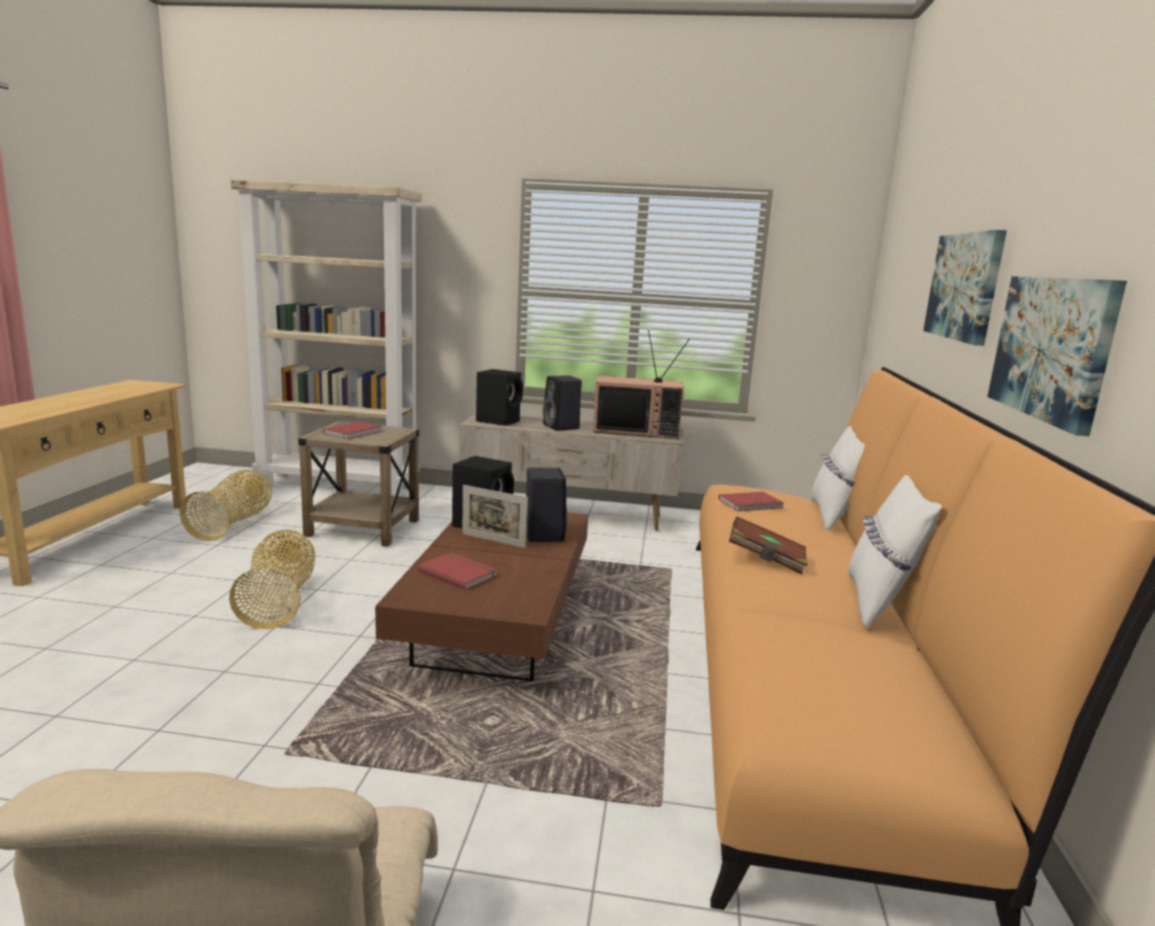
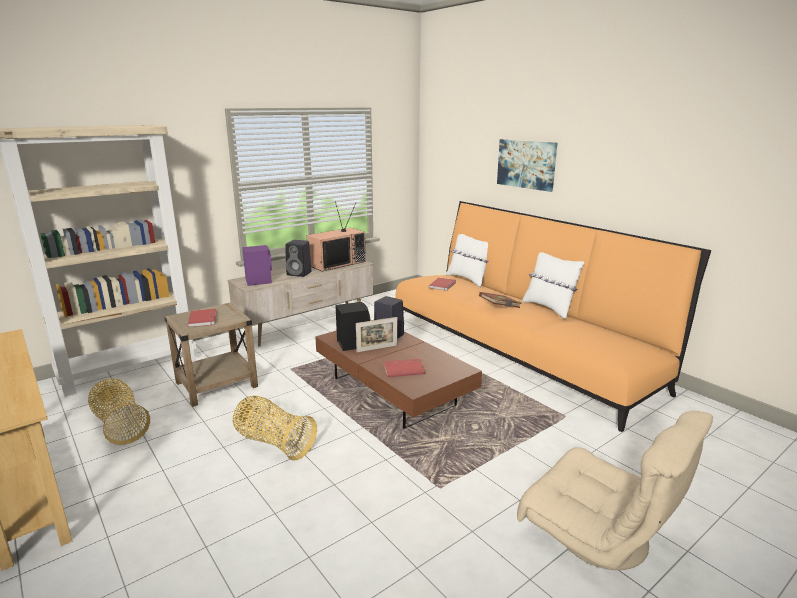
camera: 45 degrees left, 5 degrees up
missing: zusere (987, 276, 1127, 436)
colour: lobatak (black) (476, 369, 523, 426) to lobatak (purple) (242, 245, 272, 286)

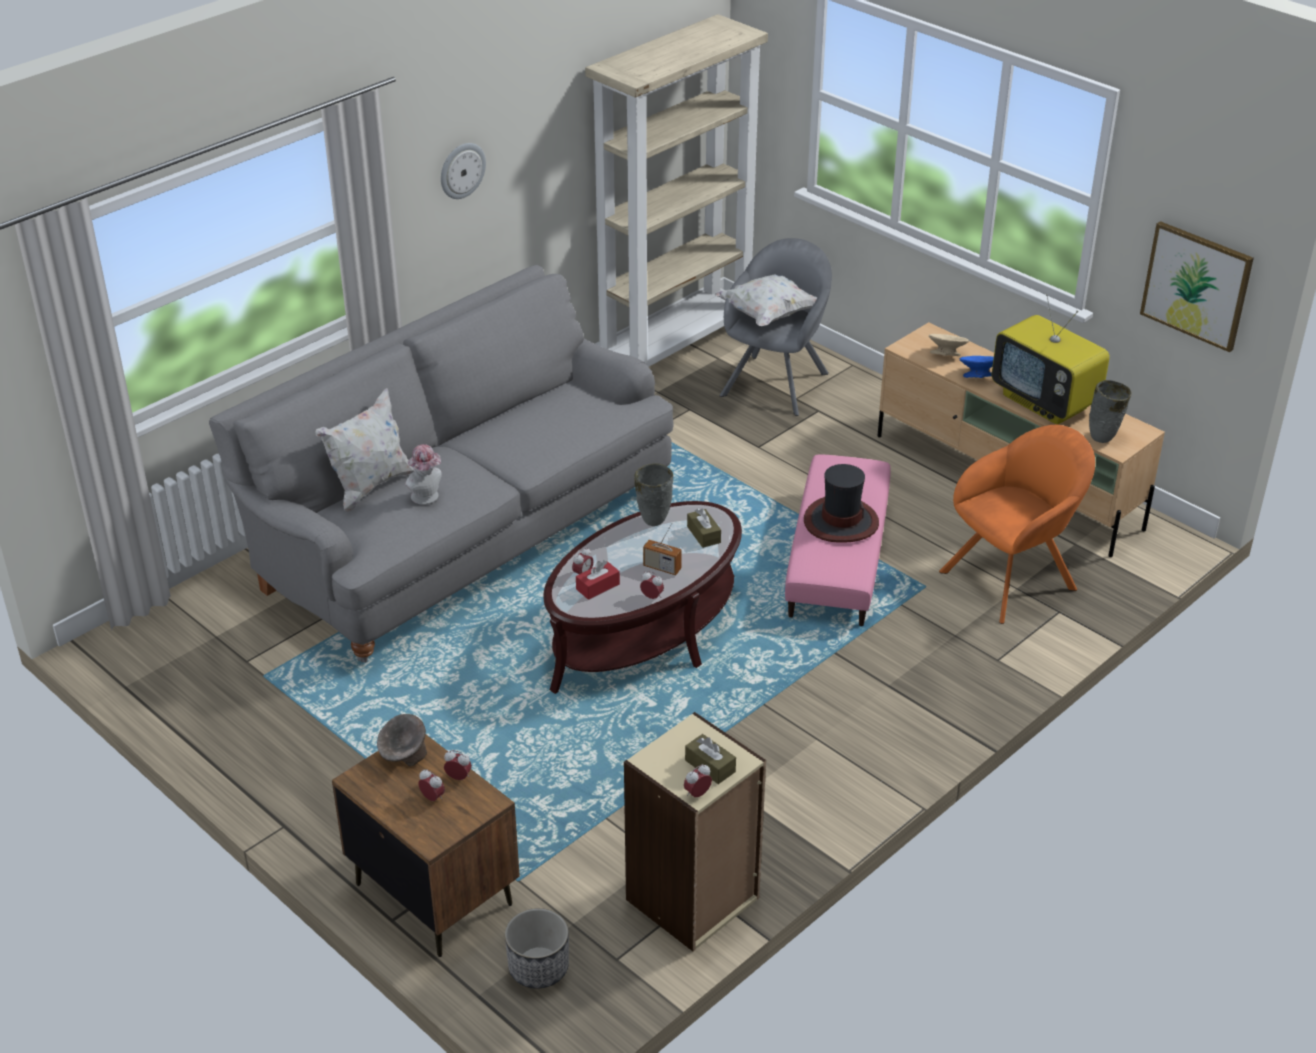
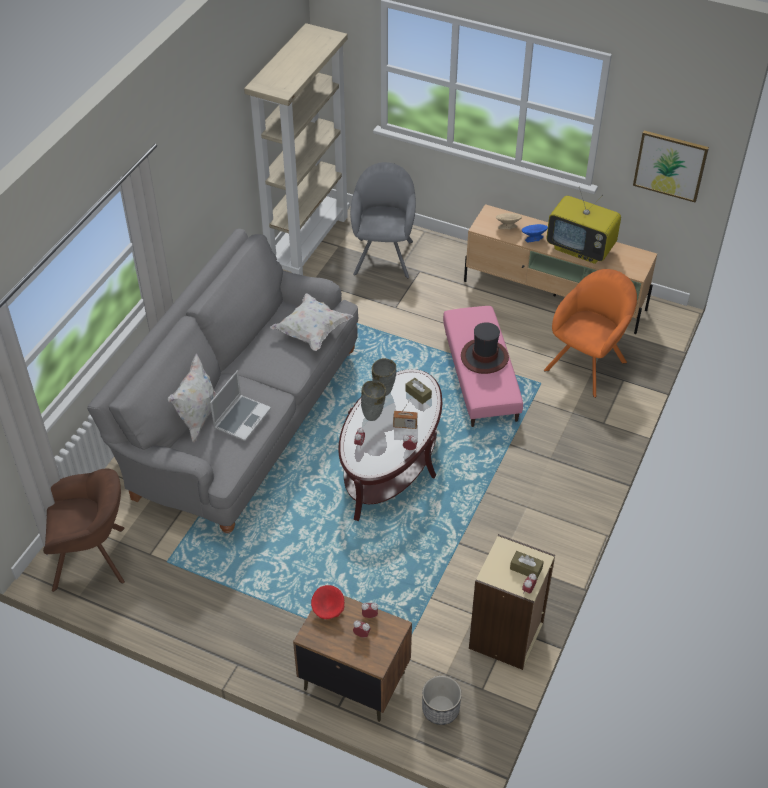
camera: 20 degrees left, 10 degrees up
missing: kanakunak (441, 143, 486, 199); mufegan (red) (576, 560, 620, 600)
appeared: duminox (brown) (43, 468, 125, 592)
relocated: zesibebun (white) (714, 274, 817, 326) to (270, 293, 353, 351); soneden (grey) (1089, 380, 1132, 443) to (361, 381, 386, 421)
exchanged: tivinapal (405, 444, 442, 505) to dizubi (210, 370, 271, 441)
colour: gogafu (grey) (377, 714, 427, 766) to gogafu (red) (311, 585, 344, 619)

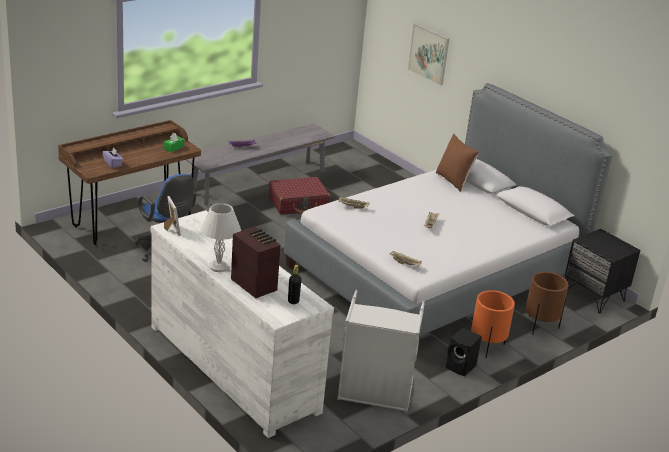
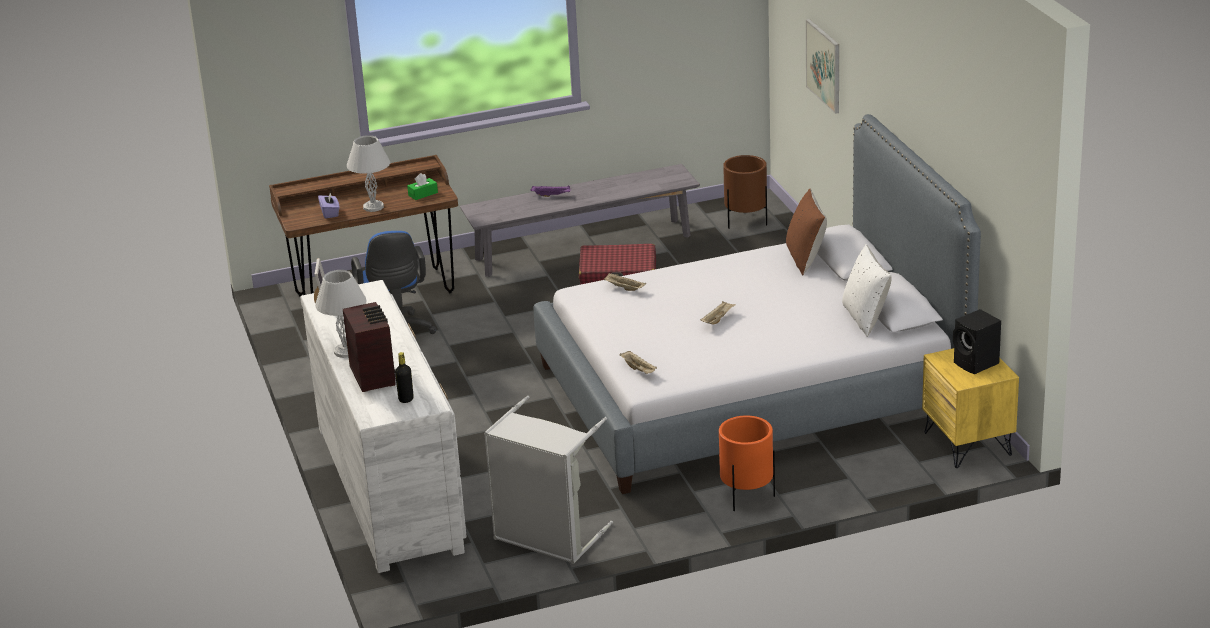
camera: 25 degrees right, 0 degrees up
appeared: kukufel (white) (347, 135, 390, 212); zesibebun (white) (842, 244, 892, 337)
relocated: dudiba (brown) (526, 272, 569, 335) to (723, 155, 767, 229); lobatak (black) (446, 327, 482, 376) to (953, 309, 1001, 374)
colour: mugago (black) (565, 229, 640, 313) to mugago (yellow) (922, 348, 1019, 468)

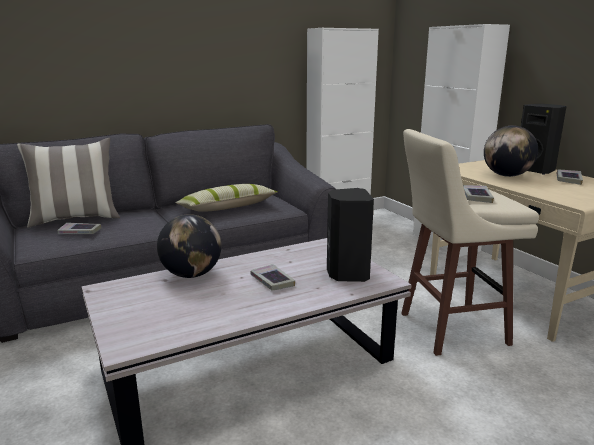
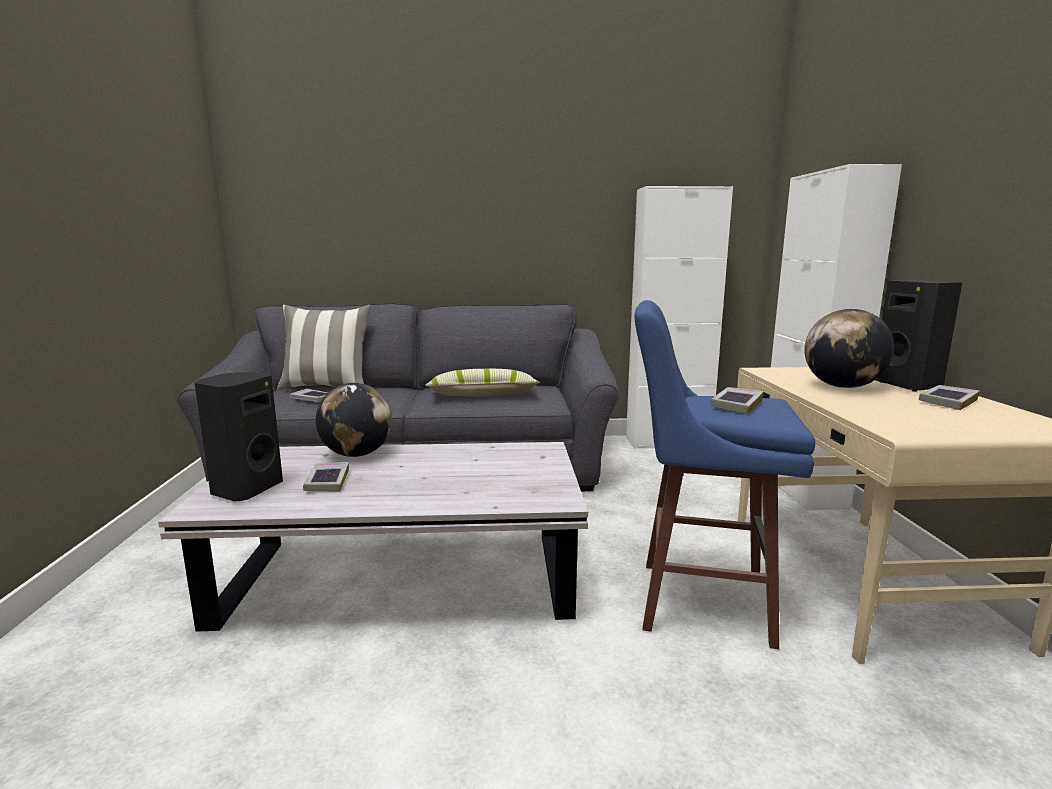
camera: 25 degrees right, 5 degrees down
relocated: lobatak (black) (327, 188, 374, 282) to (195, 372, 283, 502); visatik (251, 264, 295, 291) to (303, 462, 349, 492)
colour: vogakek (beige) (401, 129, 539, 356) to vogakek (blue) (634, 300, 816, 649)

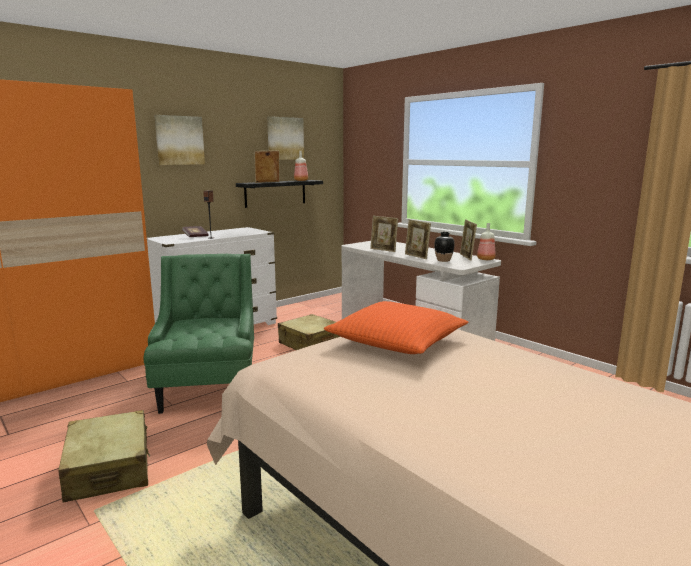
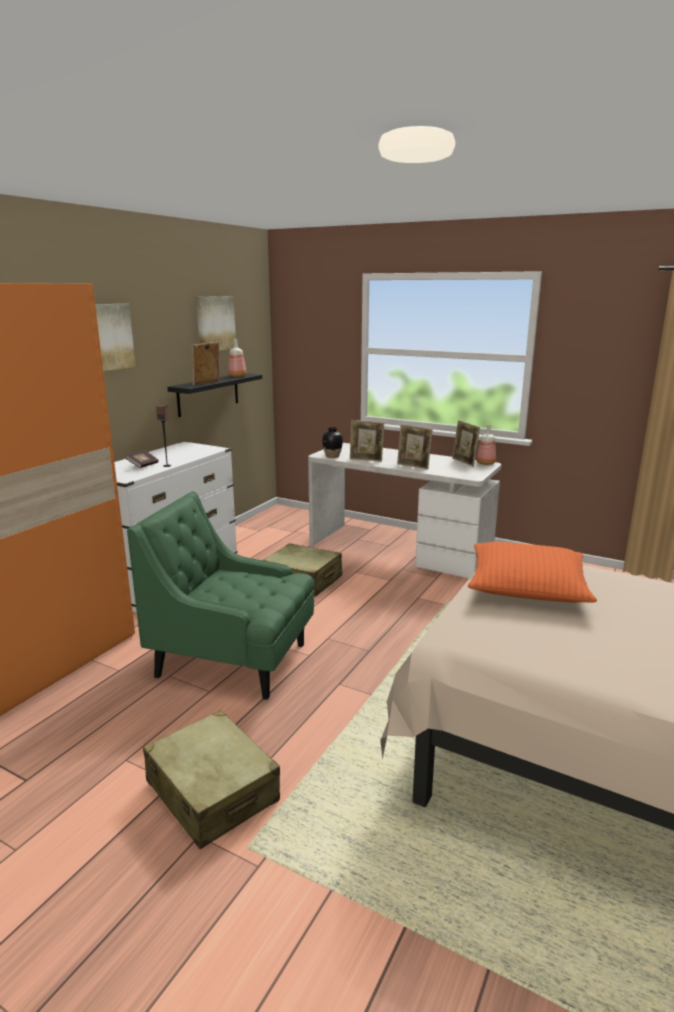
camera: 20 degrees left, 5 degrees up
relocated: soneden (black) (434, 232, 455, 262) to (322, 427, 343, 458)
spun: duminox (green) (144, 254, 254, 414) = (127, 492, 314, 700) 45 degrees counterclockwise

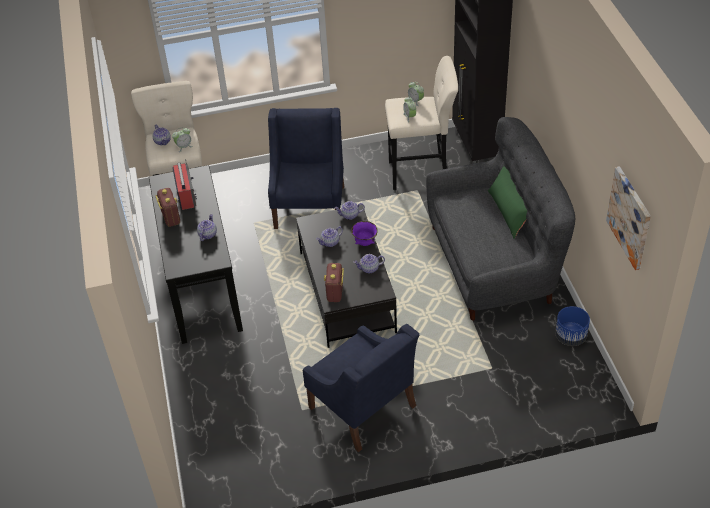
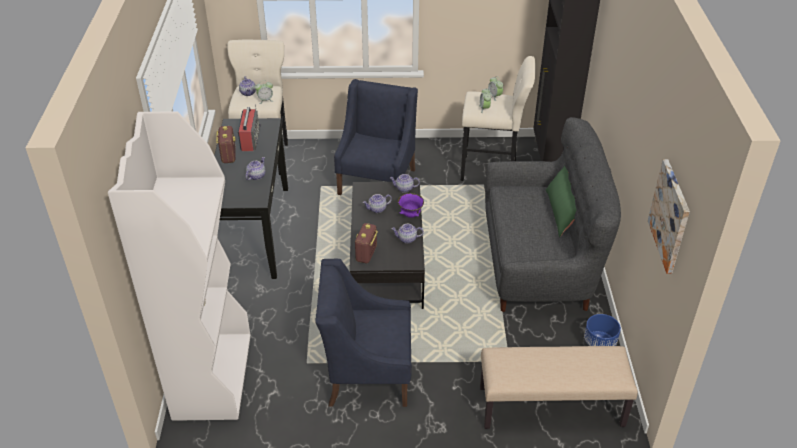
camera: 10 degrees right, 5 degrees down
appeared: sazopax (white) (108, 111, 251, 421); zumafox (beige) (480, 346, 638, 429)
spun: duminox (blue) (303, 324, 419, 452) = (315, 259, 412, 407) 120 degrees clockwise

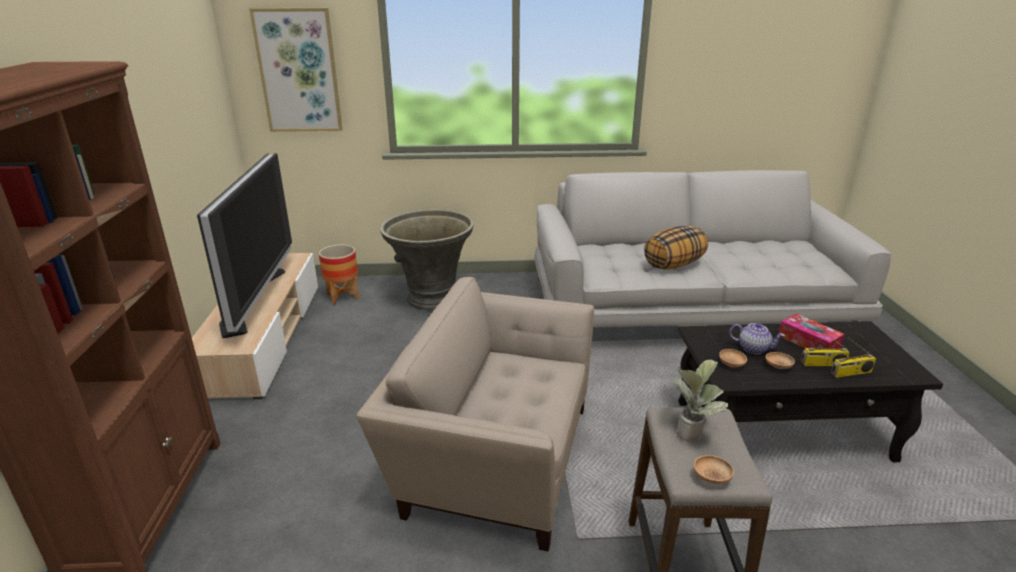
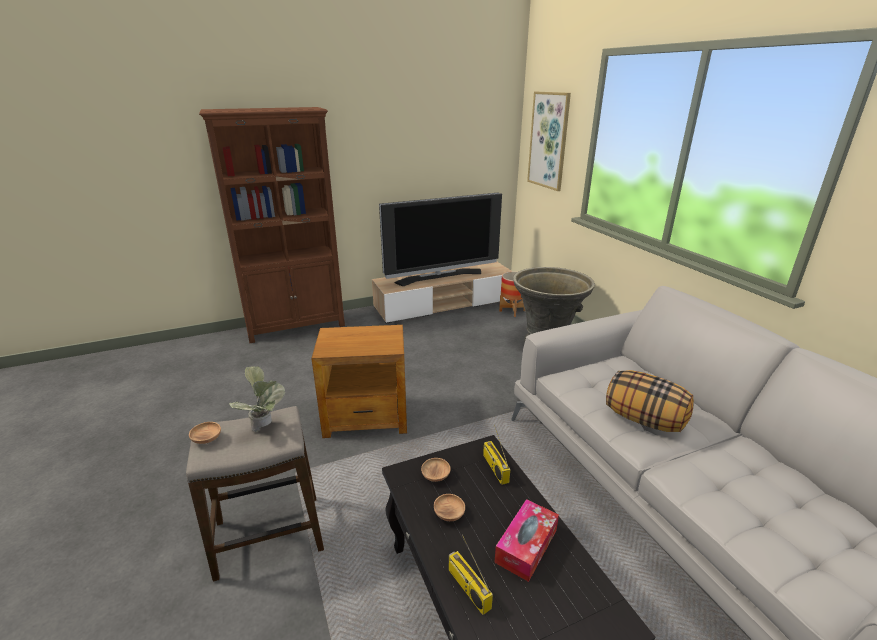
camera: 70 degrees right, 0 degrees up
missing: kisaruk (729, 323, 785, 354)
relocated: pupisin (801, 327, 850, 366) to (483, 425, 510, 485)
exchanged: duminox (beige) (356, 277, 594, 551) to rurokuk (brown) (311, 325, 407, 438)

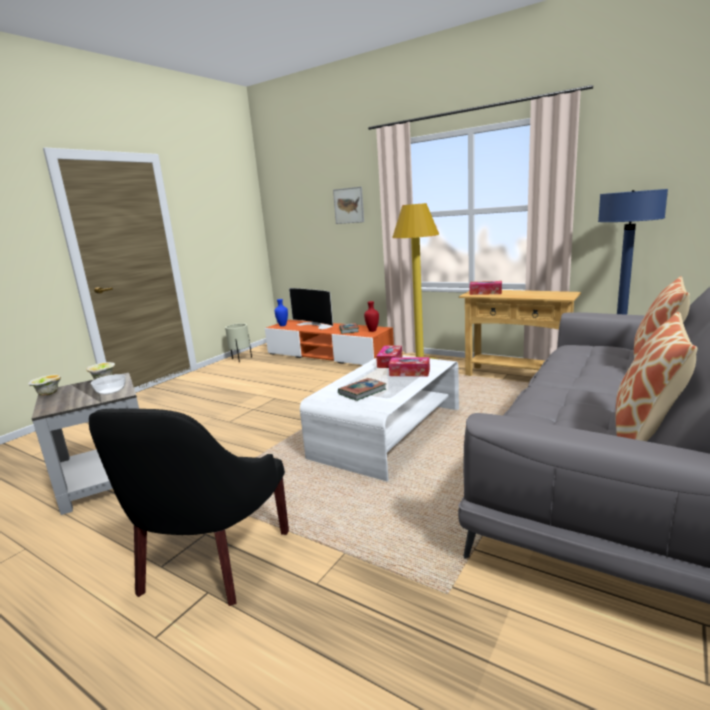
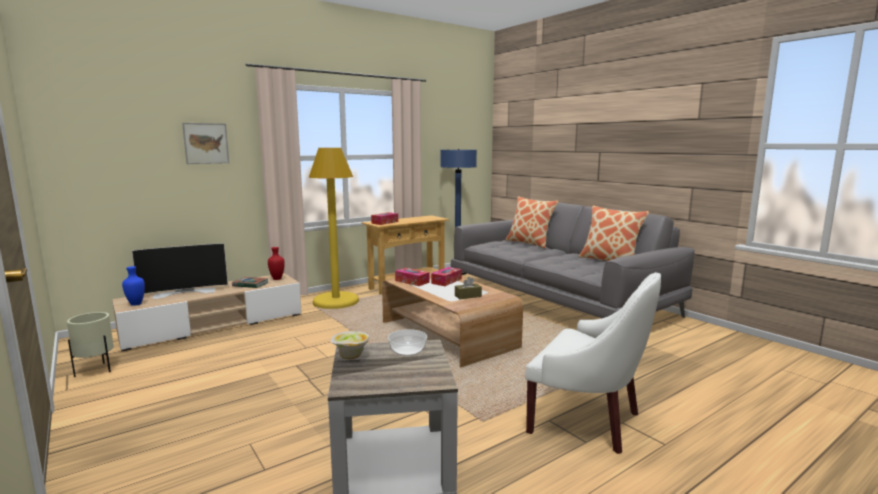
camera: 70 degrees left, 5 degrees down
missing: gogafu (28, 375, 61, 396)
exchanged: visatik (338, 378, 386, 401) to mufegan (brown) (455, 277, 482, 299)
colour: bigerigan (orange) (265, 320, 394, 365) to bigerigan (beige) (112, 273, 301, 351); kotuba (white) (300, 355, 459, 482) to kotuba (brown) (382, 270, 523, 368); duminox (black) (89, 408, 289, 606) to duminox (white) (525, 272, 661, 454)

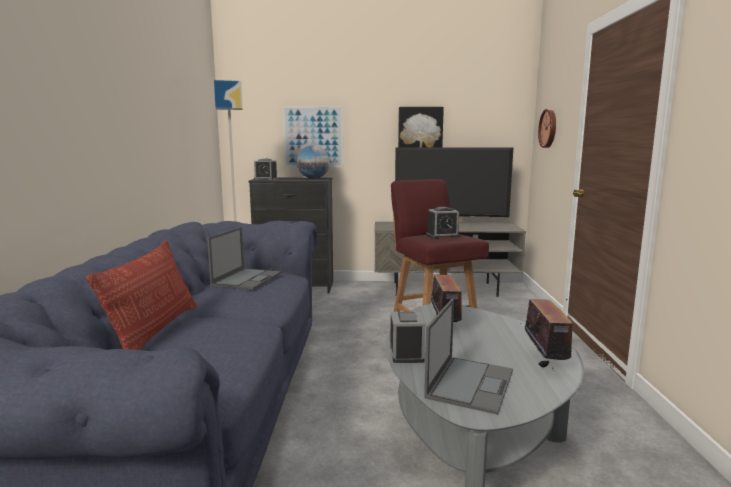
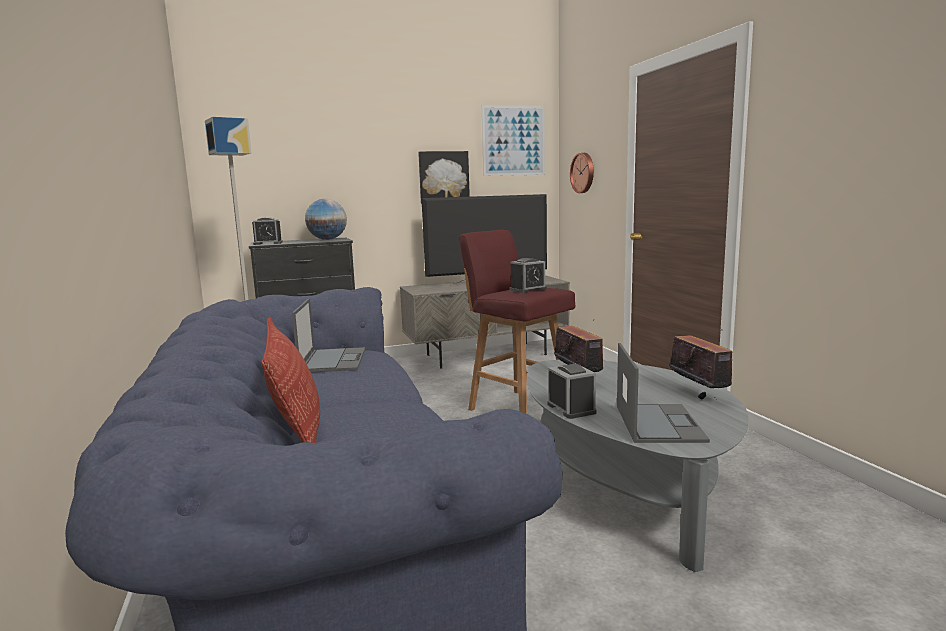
camera: 20 degrees left, 0 degrees up
relocated: zusere (282, 106, 343, 167) to (482, 105, 545, 176)

